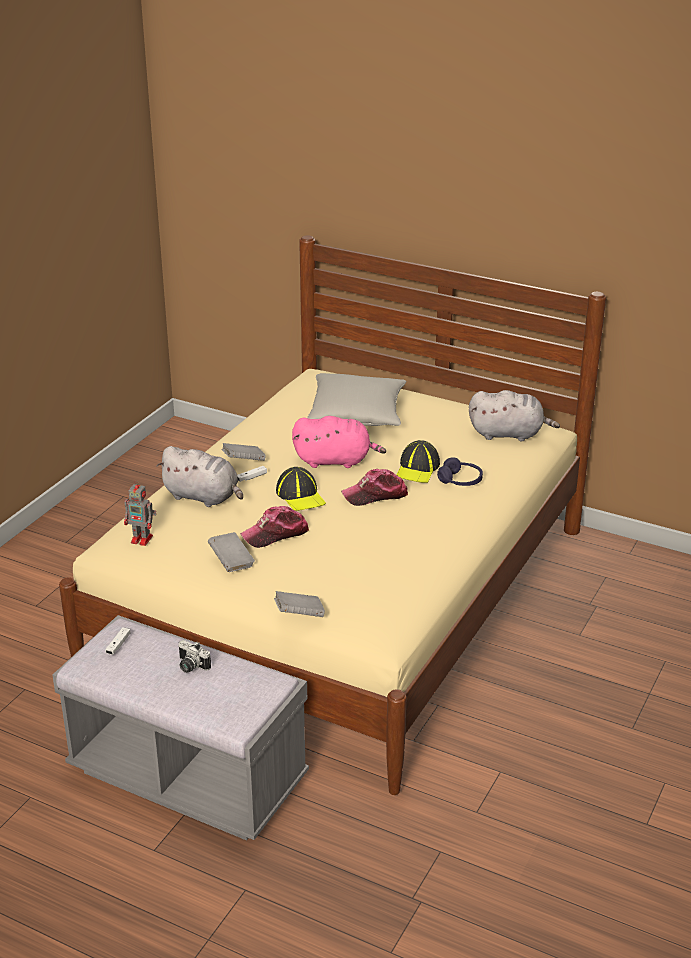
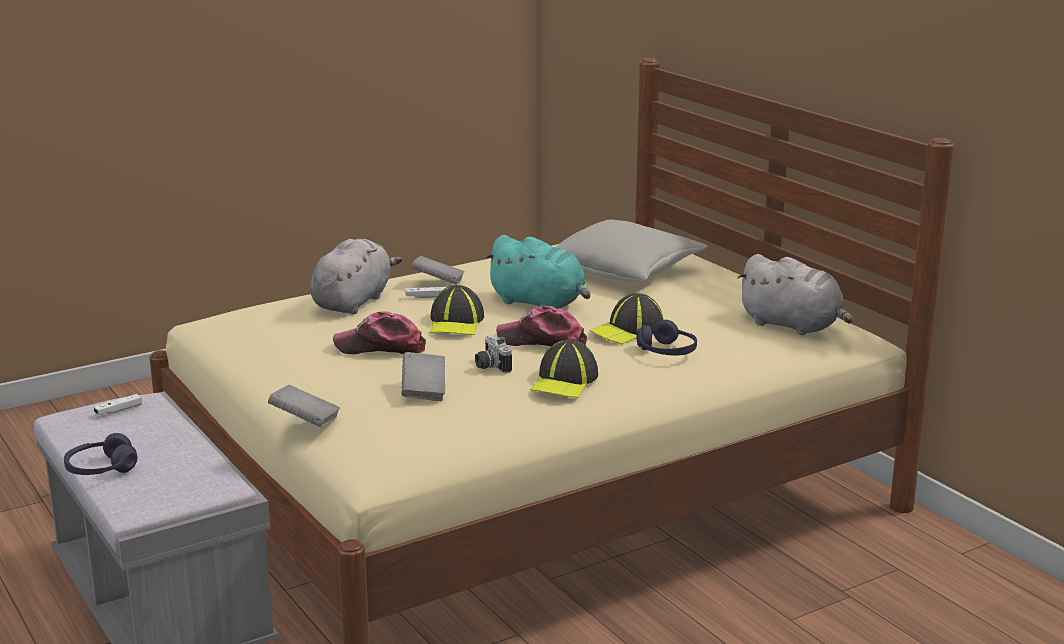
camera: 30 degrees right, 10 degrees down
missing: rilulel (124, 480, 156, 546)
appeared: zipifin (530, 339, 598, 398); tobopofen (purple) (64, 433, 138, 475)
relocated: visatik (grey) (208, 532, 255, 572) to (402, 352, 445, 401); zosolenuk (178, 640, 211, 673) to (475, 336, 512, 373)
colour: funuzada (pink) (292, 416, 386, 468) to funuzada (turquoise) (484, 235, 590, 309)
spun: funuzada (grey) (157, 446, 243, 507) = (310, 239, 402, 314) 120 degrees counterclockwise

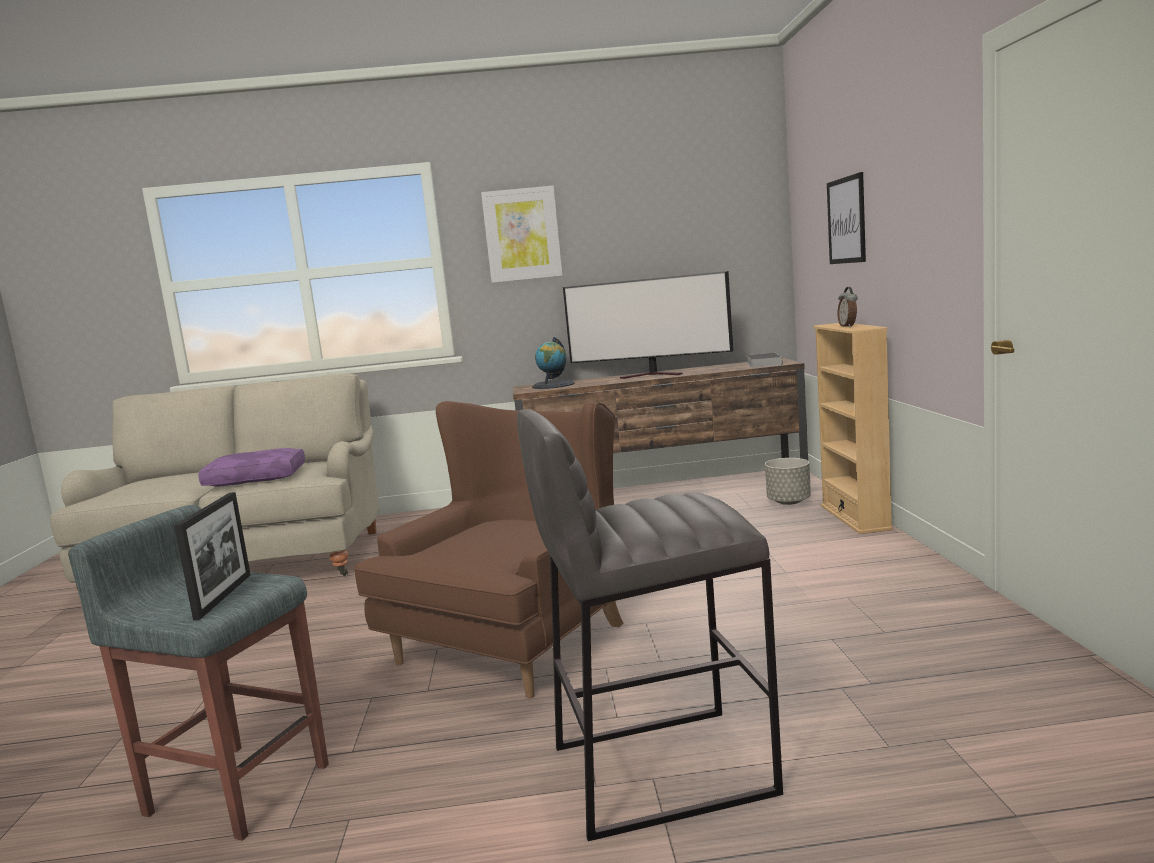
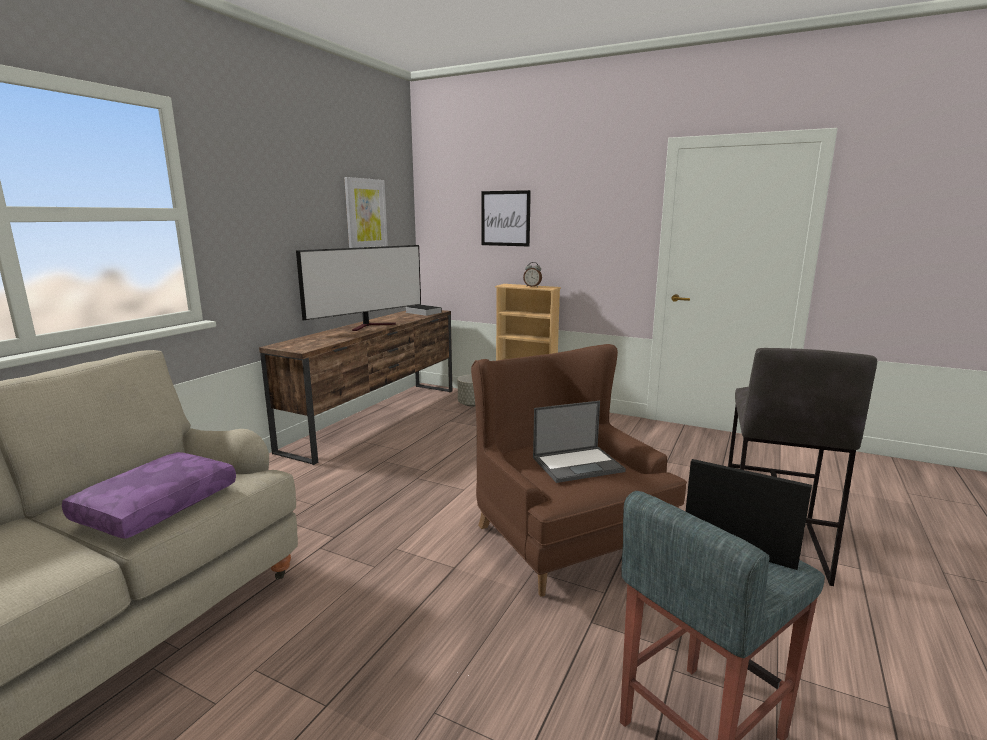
camera: 60 degrees left, 5 degrees up
missing: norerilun (532, 337, 575, 389)
appeared: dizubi (533, 401, 626, 483)
relocated: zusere (481, 186, 563, 283) to (344, 177, 388, 248)

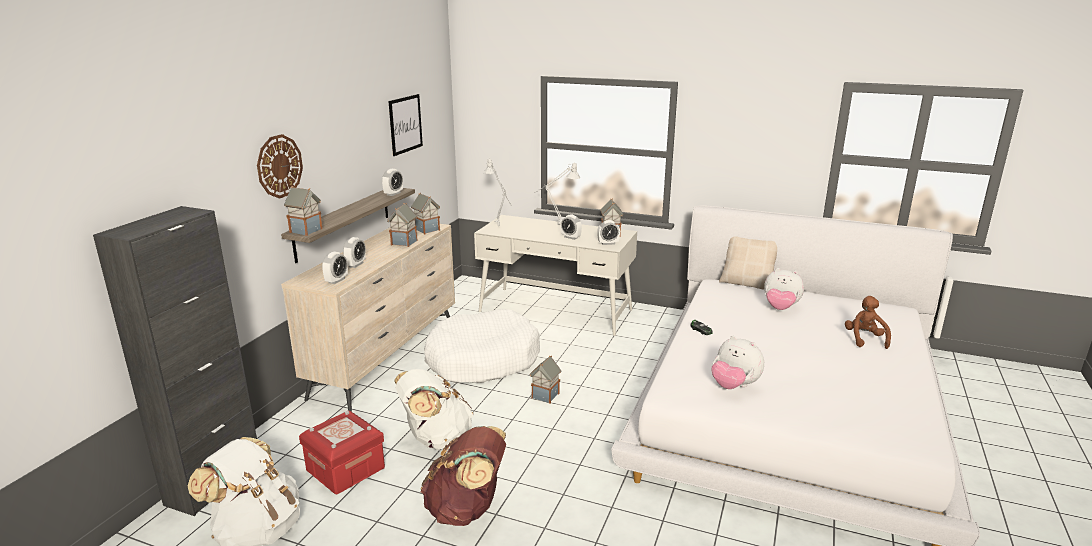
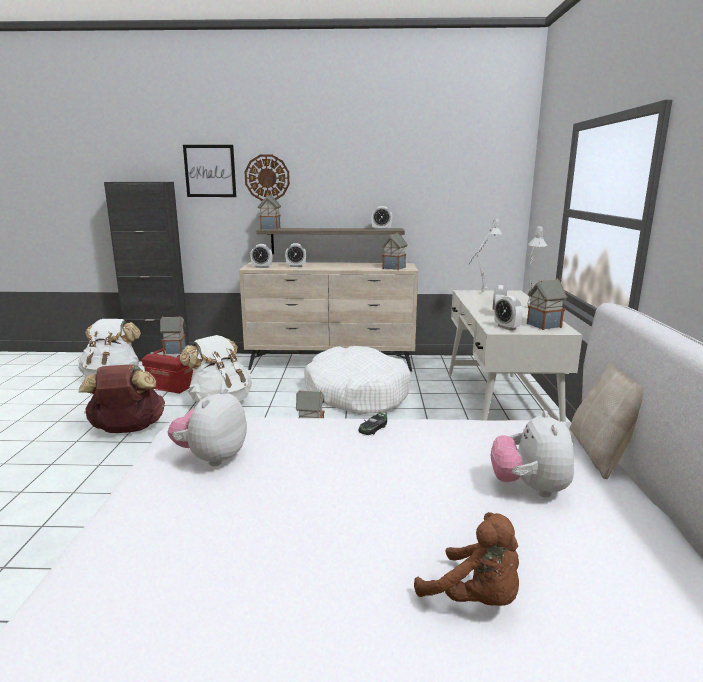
camera: 70 degrees right, 5 degrees down
relocated: zusere (388, 94, 423, 156) to (183, 145, 236, 197); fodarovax (387, 203, 418, 247) to (160, 316, 186, 354)
spun: funuzada (brown) (845, 296, 891, 349) = (414, 512, 519, 606) 60 degrees clockwise

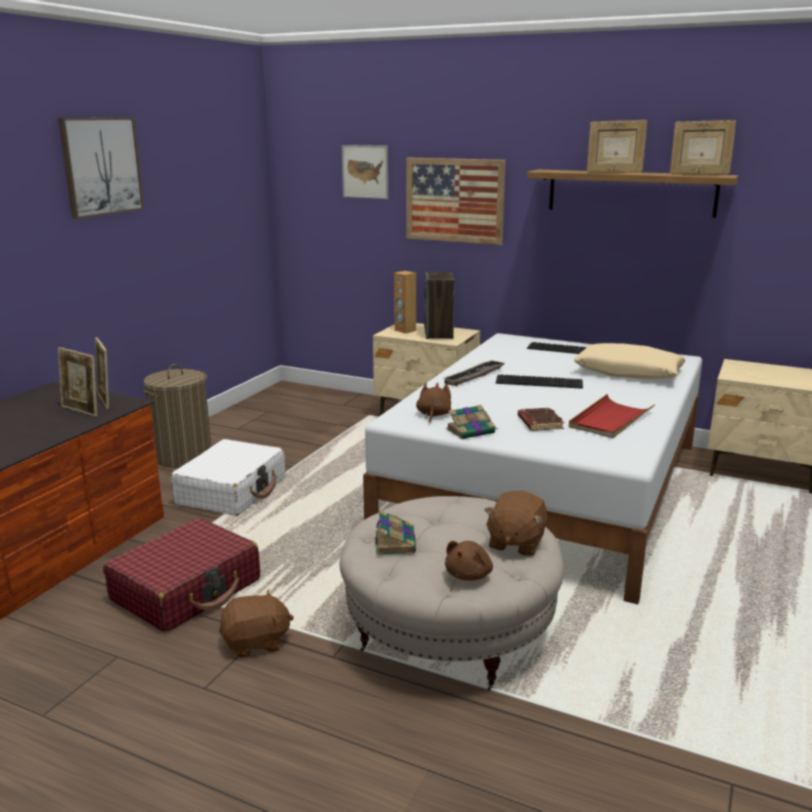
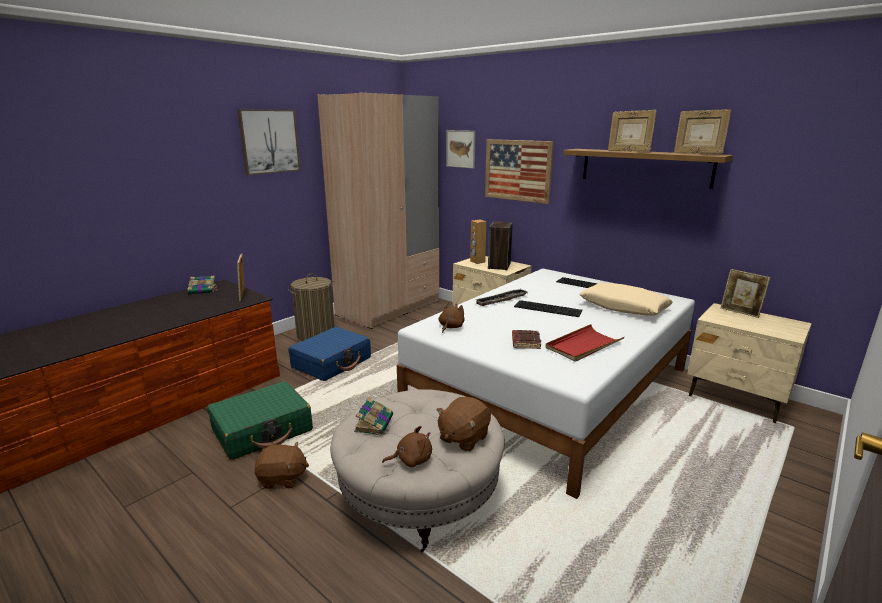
camera: 15 degrees right, 0 degrees up
appeared: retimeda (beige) (317, 93, 439, 329)
relocated: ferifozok (58, 347, 97, 417) to (721, 269, 770, 318); visatik (446, 405, 498, 439) to (187, 276, 219, 294)
colour: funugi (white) (171, 439, 285, 516) to funugi (blue) (288, 327, 371, 381); funugi (red) (103, 518, 260, 632) to funugi (green) (207, 381, 313, 460)
spun: funuzada (brown) (445, 541, 493, 580) = (382, 426, 432, 467) 150 degrees counterclockwise

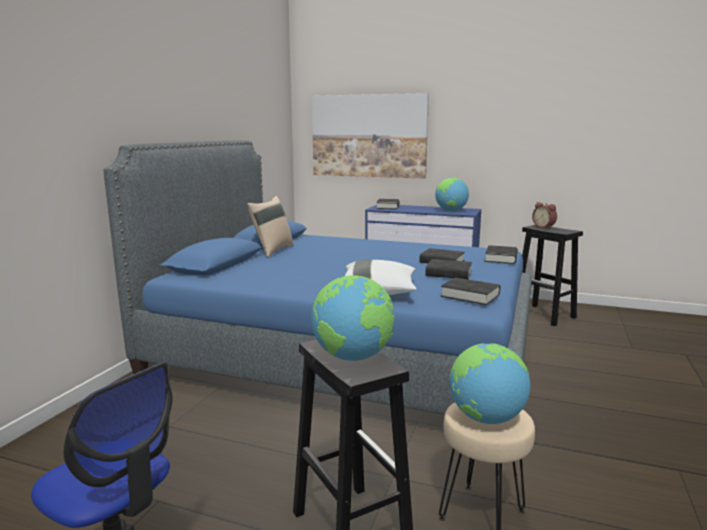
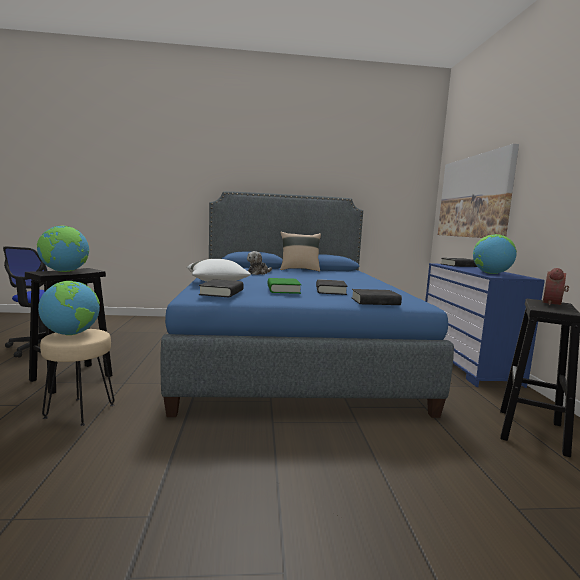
camera: 65 degrees right, 5 degrees down
appeared: funuzada (247, 251, 272, 275)
colour: visatik (black) (426, 259, 472, 279) to visatik (green) (268, 278, 301, 294)

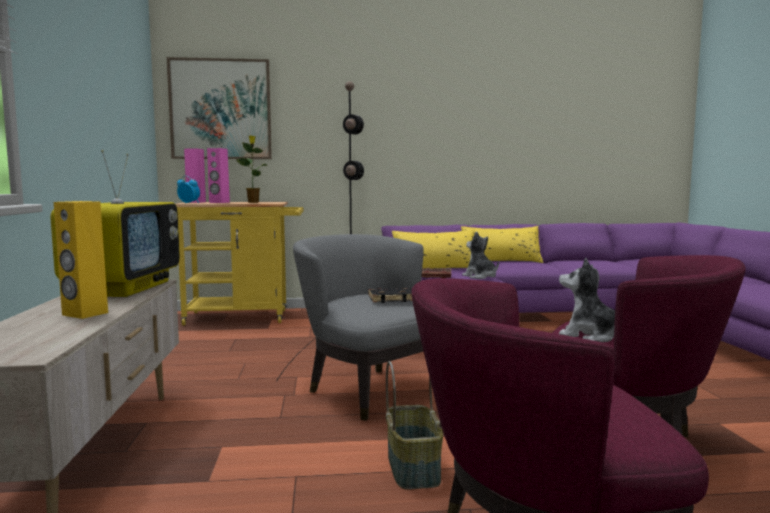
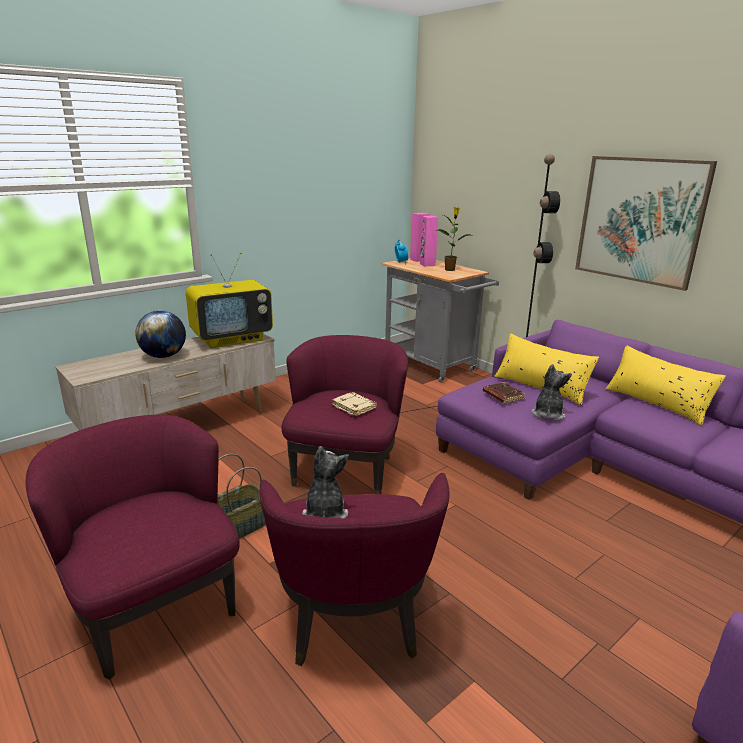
camera: 55 degrees right, 15 degrees up
relocated: zusere (167, 57, 272, 159) to (575, 156, 717, 291)
exchanged: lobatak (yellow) (54, 201, 108, 319) to norerilun (135, 310, 186, 358)
colour: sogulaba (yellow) (176, 202, 304, 326) to sogulaba (grey) (382, 258, 499, 383); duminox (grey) (293, 234, 424, 421) to duminox (purple) (282, 335, 408, 494); visatik (black) (368, 288, 413, 303) to visatik (beige) (332, 392, 377, 416)

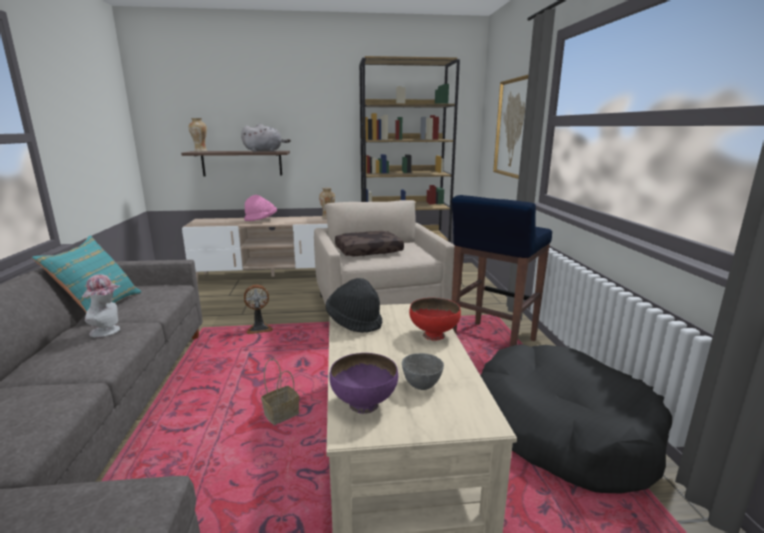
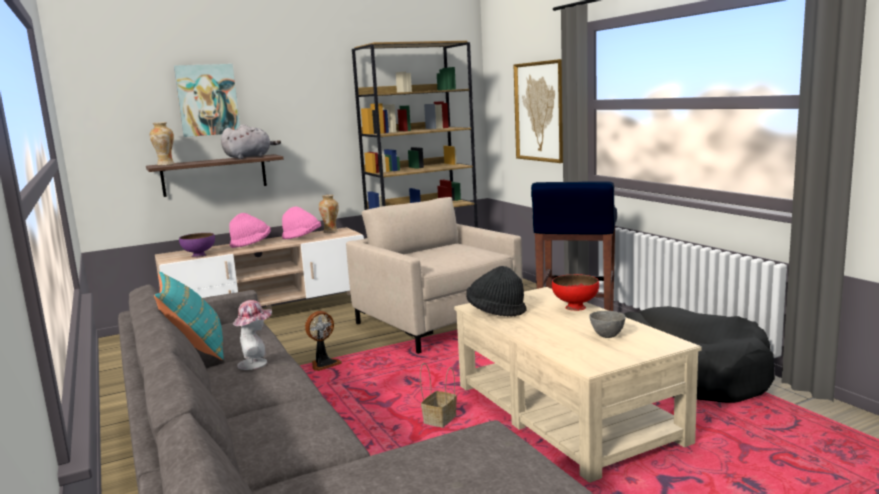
camera: 20 degrees left, 5 degrees down
missing: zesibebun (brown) (335, 231, 404, 256)
appeared: zusere (174, 64, 240, 137); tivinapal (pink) (282, 207, 321, 239)
relocated: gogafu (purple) (329, 353, 398, 414) to (179, 233, 215, 258)

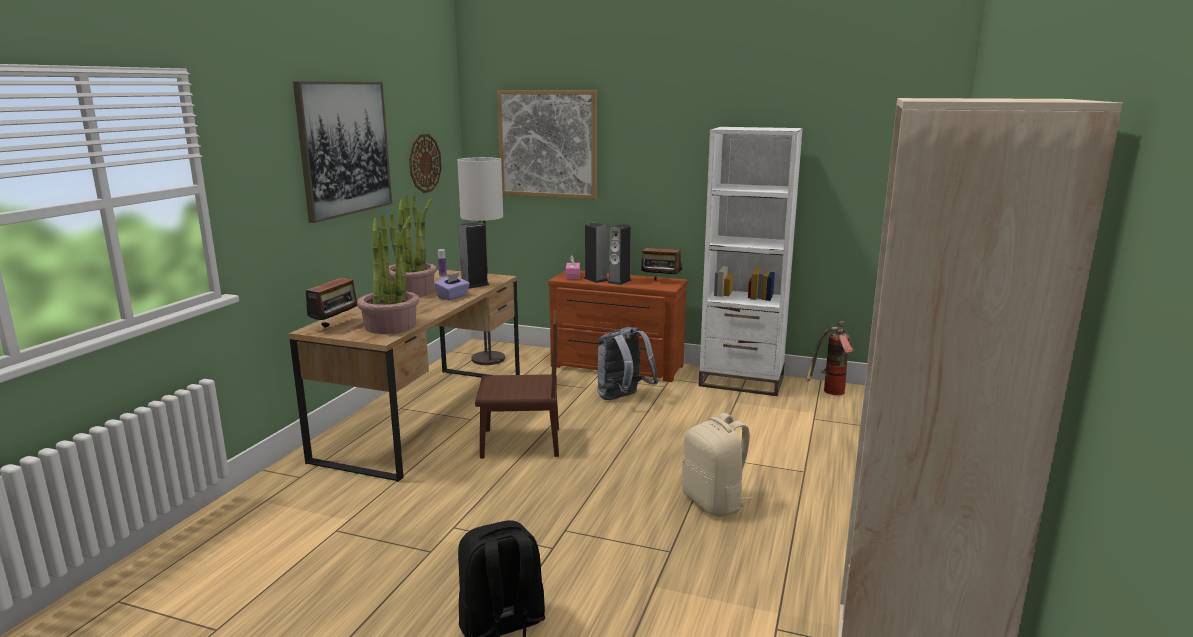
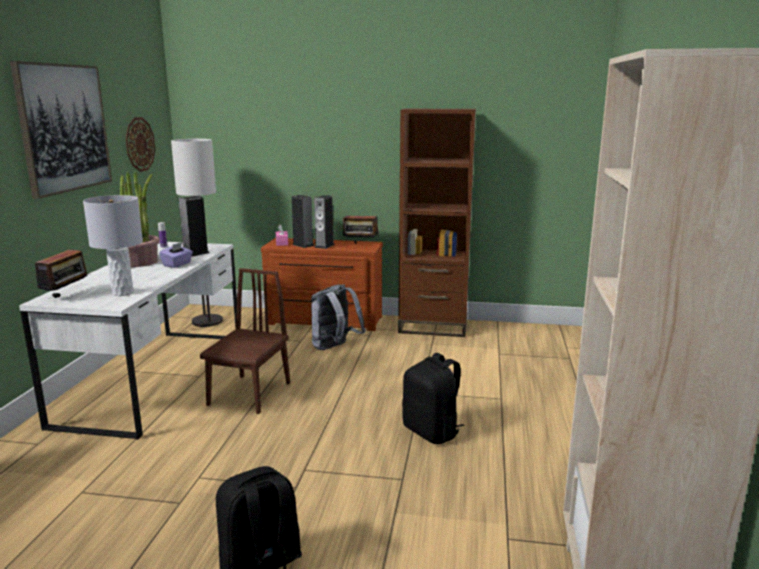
camera: 10 degrees left, 0 degrees up
missing: zusere (497, 90, 597, 199); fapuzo (806, 321, 854, 395)
exchanged: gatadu (357, 213, 419, 334) to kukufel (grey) (83, 195, 143, 296)
colour: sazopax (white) (699, 127, 803, 396) to sazopax (brown) (398, 109, 476, 337); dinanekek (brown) (289, 270, 520, 482) to dinanekek (white) (19, 242, 237, 440); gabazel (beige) (682, 413, 753, 517) to gabazel (black) (402, 353, 464, 444)
spun: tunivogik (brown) (475, 310, 559, 459) = (200, 268, 290, 414) 60 degrees counterclockwise

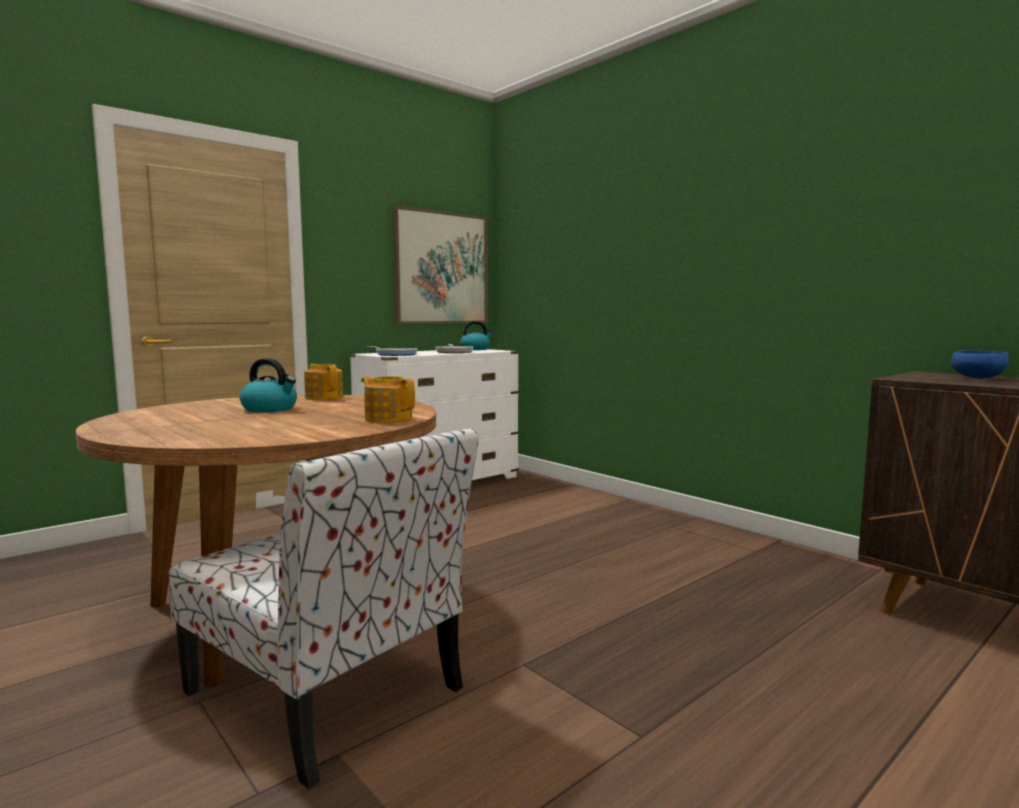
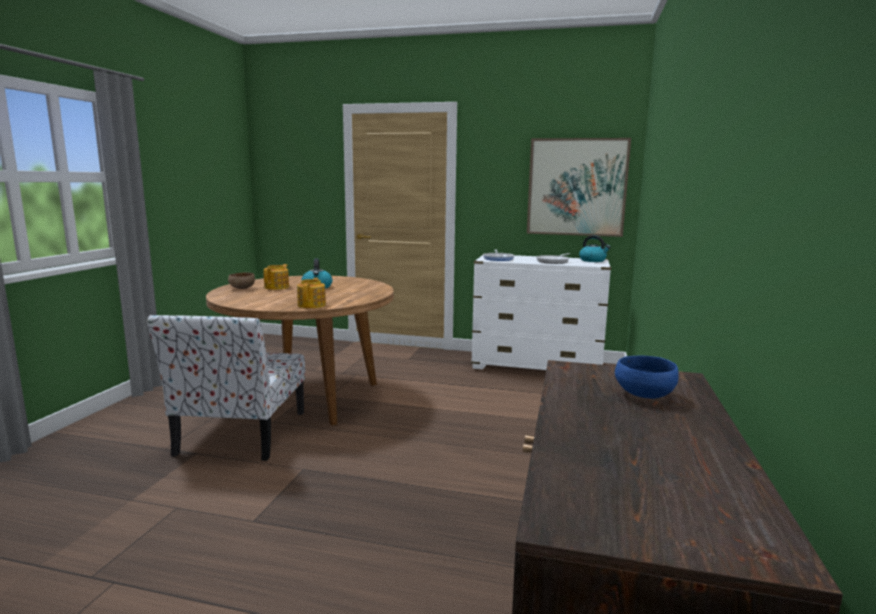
camera: 55 degrees right, 5 degrees up
appeared: gogafu (brown) (228, 272, 255, 289)
relocated: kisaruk (304, 364, 343, 400) to (263, 264, 289, 290)

